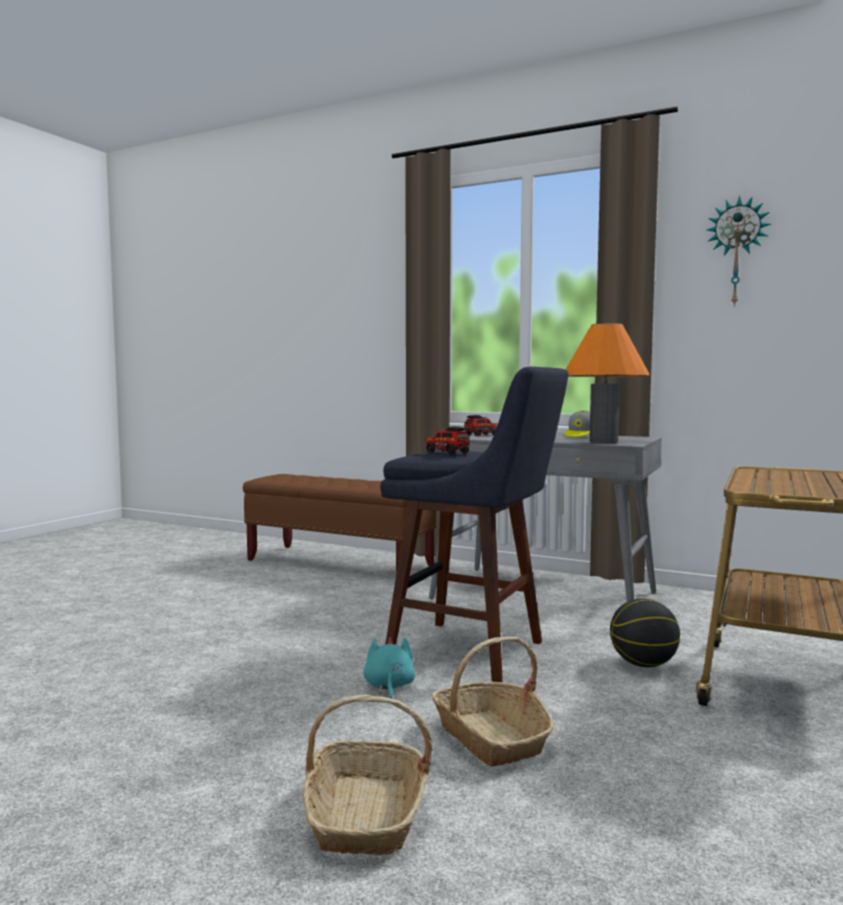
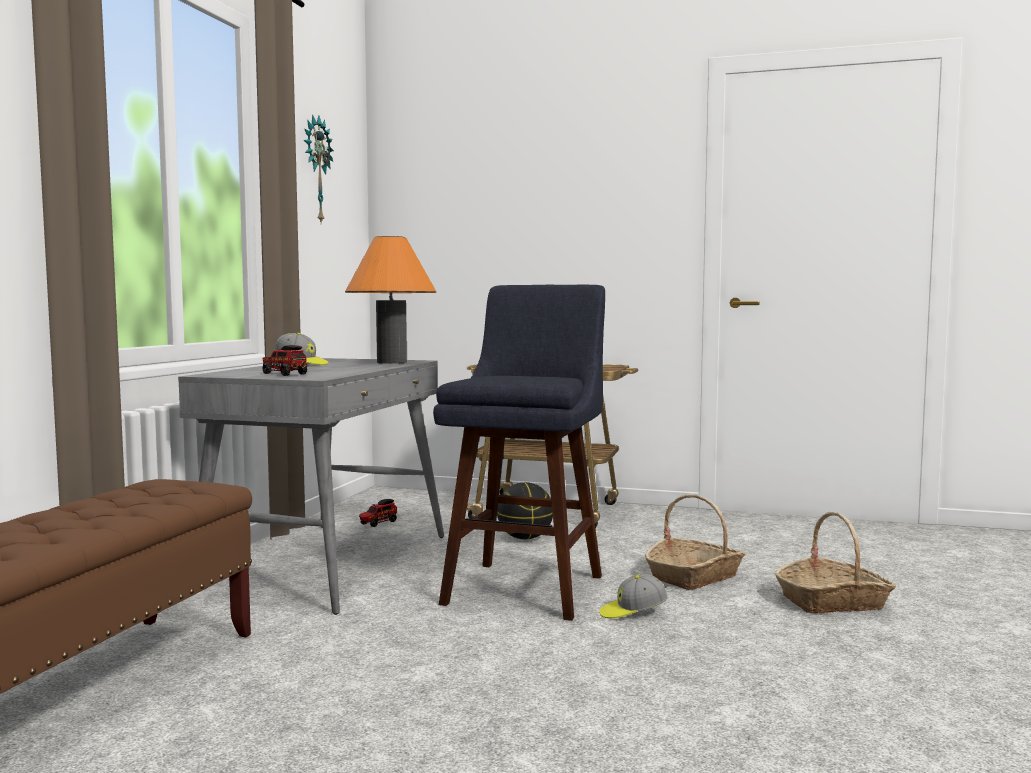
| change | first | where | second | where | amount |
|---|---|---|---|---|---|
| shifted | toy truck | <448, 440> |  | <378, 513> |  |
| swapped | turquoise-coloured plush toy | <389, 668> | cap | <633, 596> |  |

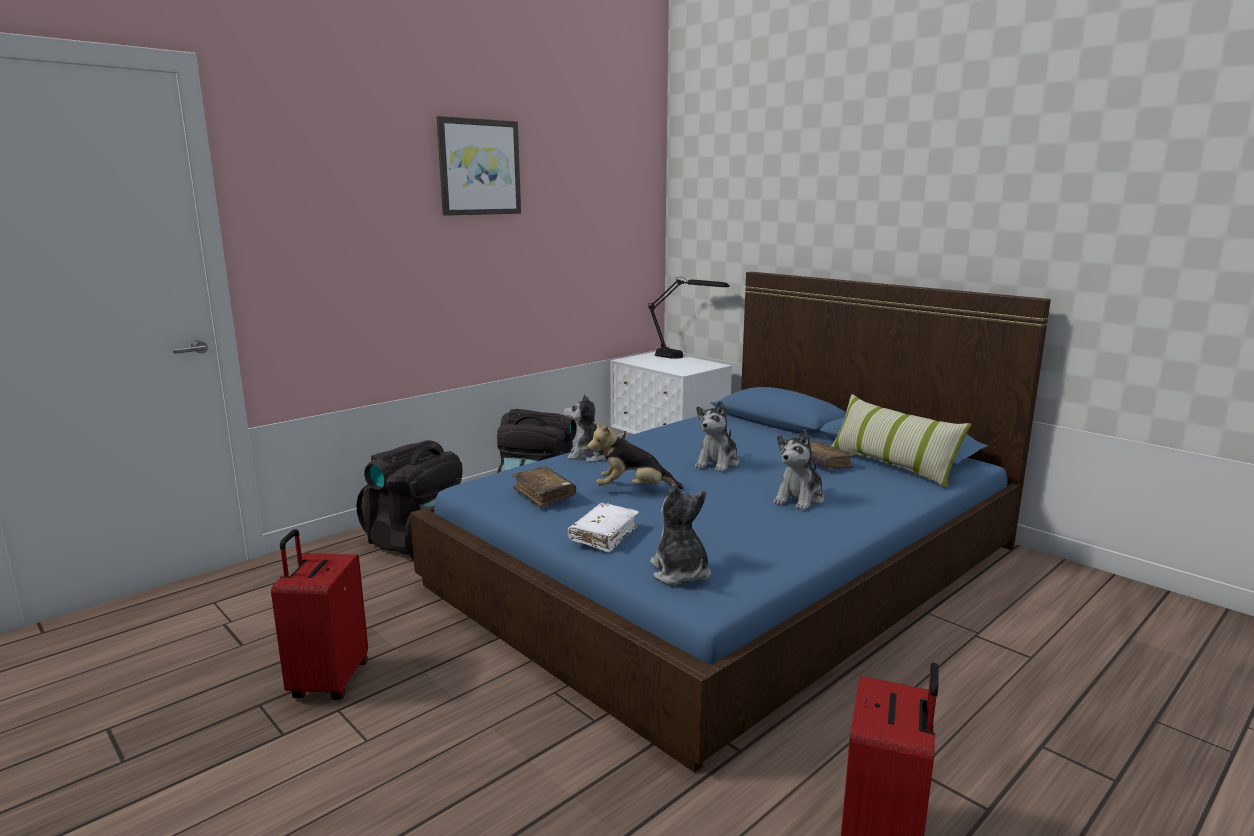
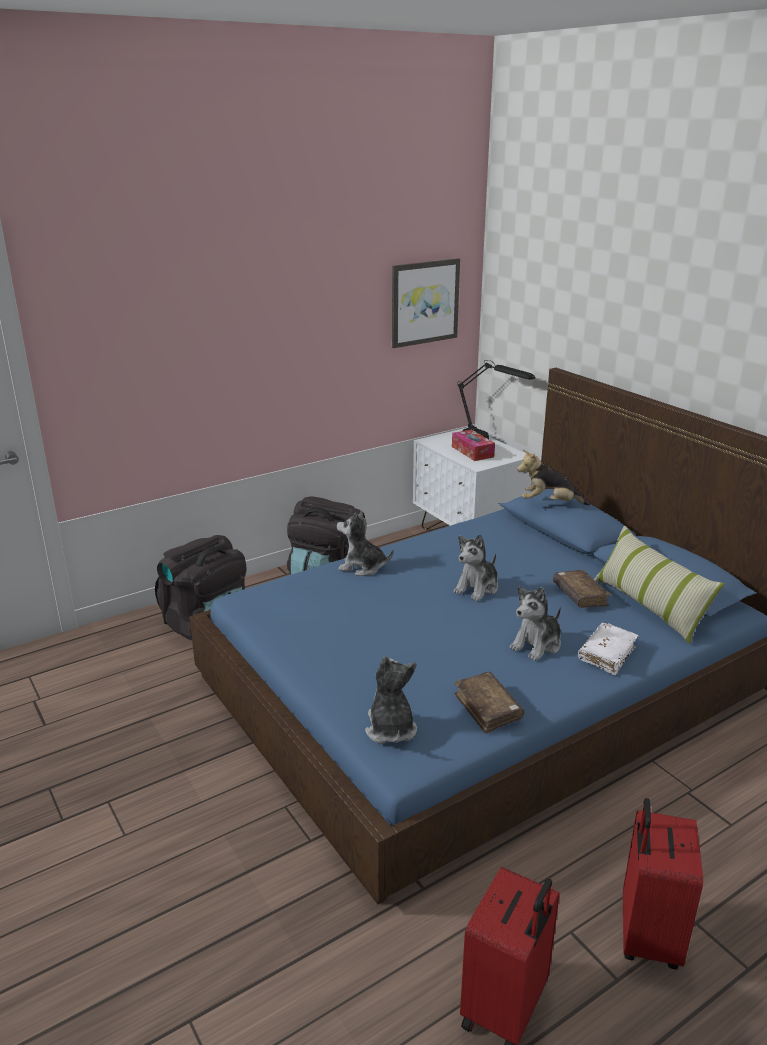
| change | first | where | second | where | amount |
|---|---|---|---|---|---|
| new |  |  | tissue box | <473, 445> |  |
| shifted | red-coloured travel case | <319, 614> |  | <663, 883> |  |
| shifted | wall picture | <479, 166> |  | <426, 303> |  |
| shifted | brown book | <544, 487> |  | <489, 703> |  |
| shifted | white-coloured book | <603, 528> |  | <608, 648> |  |
| shifted | plush toy | <635, 455> |  | <553, 477> |  |

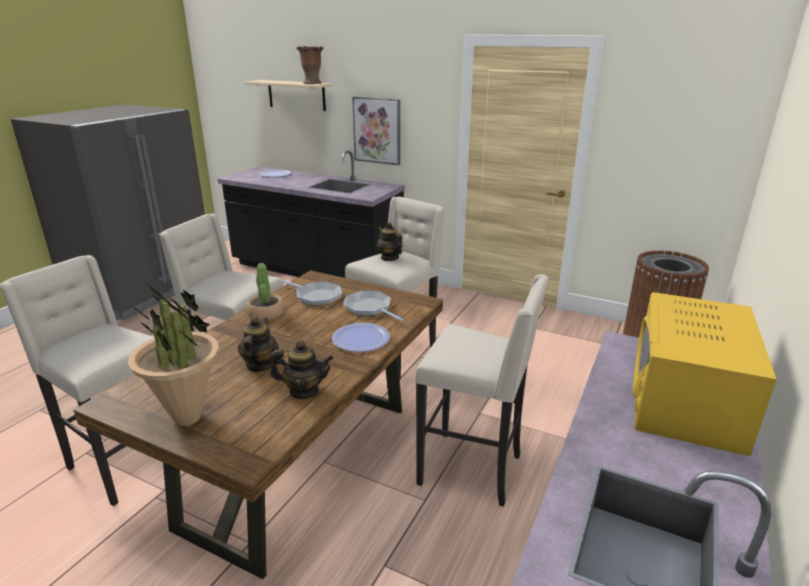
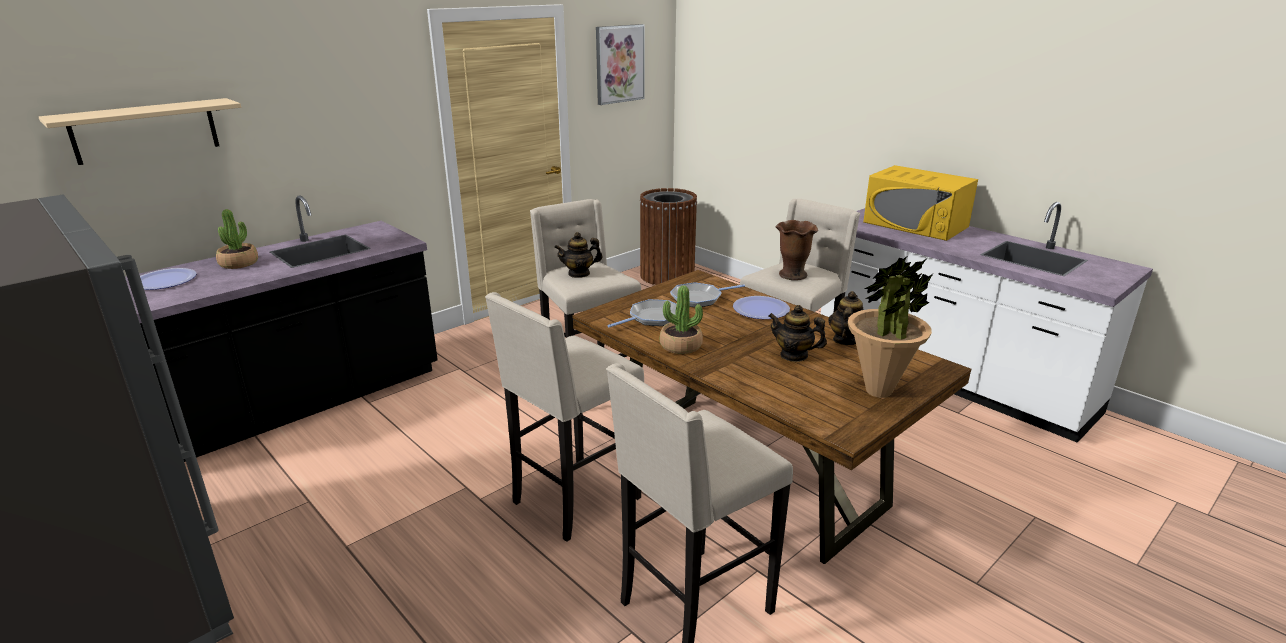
| change | first | where | second | where | amount |
|---|---|---|---|---|---|
| new |  |  | houseplant | <237, 239> |  |
| shifted | brown flower vase | <310, 65> |  | <796, 250> |  |
| shifted | wall picture | <376, 131> |  | <620, 64> |  |

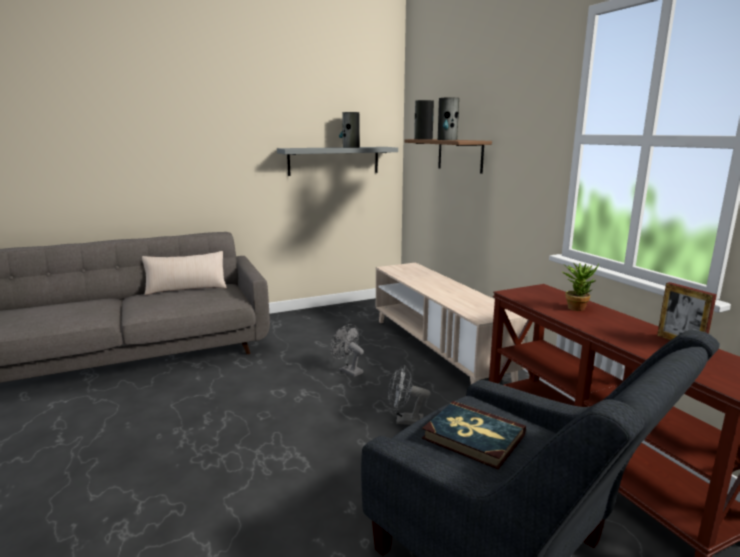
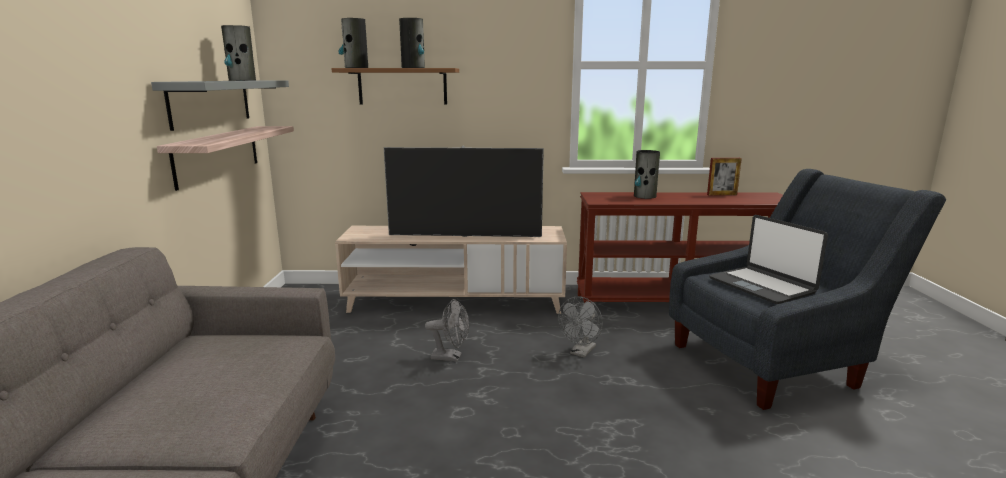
| change | first | where | second | where | amount |
|---|---|---|---|---|---|
| gone | beige cushion | <184, 273> |  |  |  |
| new |  |  | bracket shelf | <225, 158> |  |
| new |  |  | TV | <464, 191> |  |
| swapped | book | <474, 435> | notebook computer | <768, 259> |  |
| swapped | houseplant | <581, 287> | flower vase | <647, 174> |  |
| rotated | grey electric fan | <347, 350> |  | <447, 330> | 150 degrees counterclockwise |

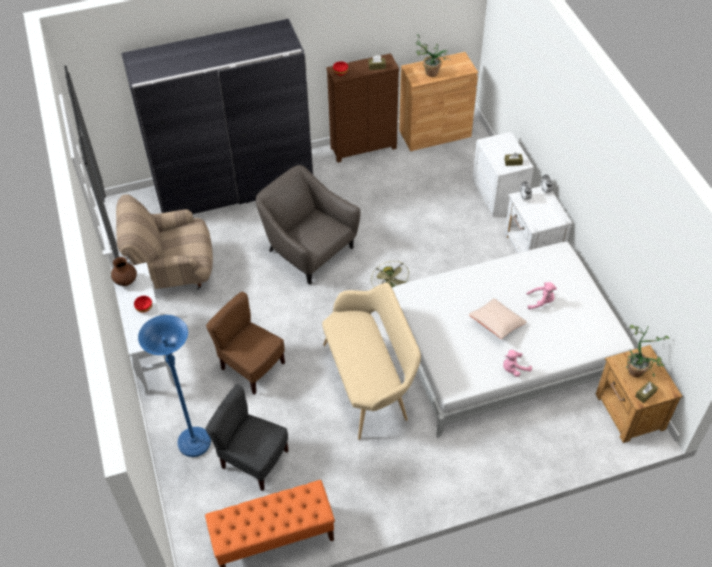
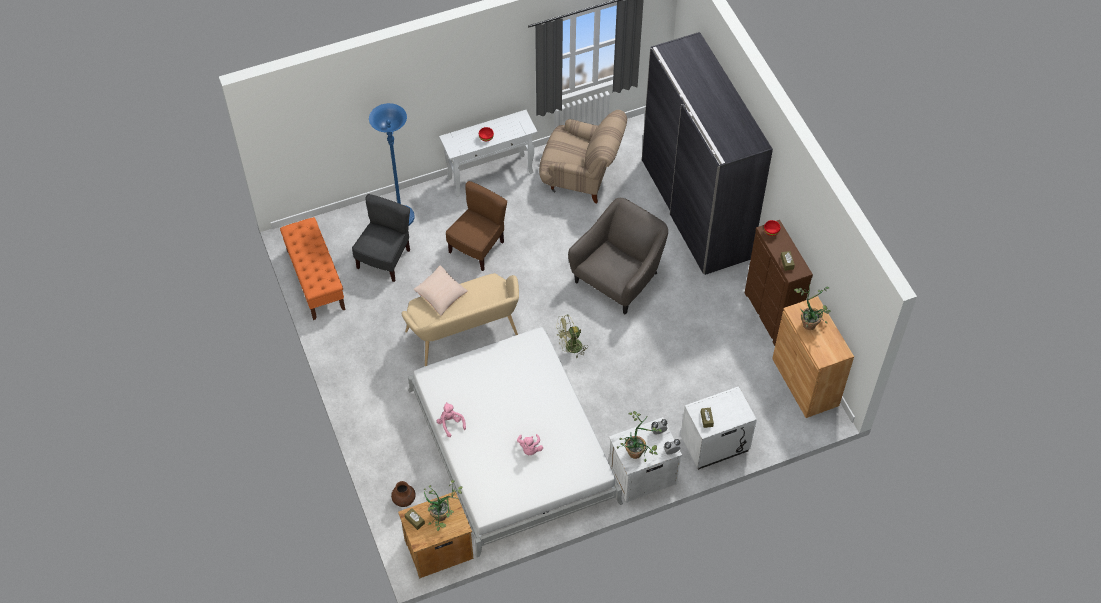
| change | first | where | second | where | amount |
|---|---|---|---|---|---|
| new |  |  | houseplant | <639, 436> |  |
| shifted | brown flower vase | <124, 271> |  | <403, 494> |  |
| shifted | beige cushion | <498, 318> |  | <440, 290> |  |
| rotated | beige armchair | <164, 242> |  | <583, 156> | 120 degrees clockwise |

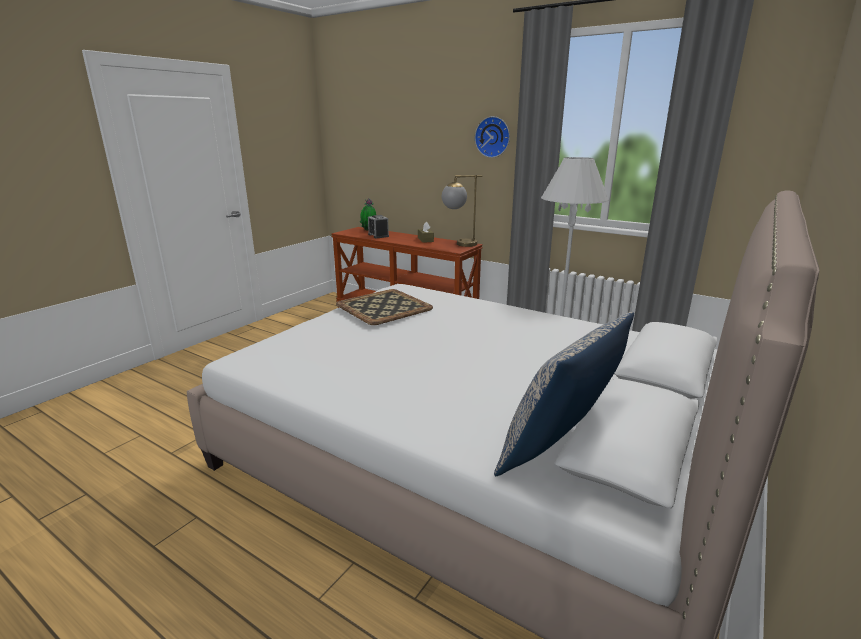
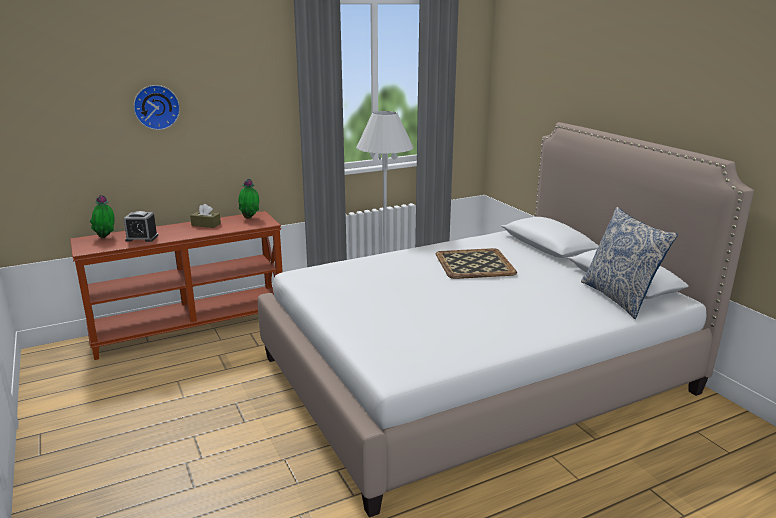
| change | first | where | second | where | amount |
|---|---|---|---|---|---|
| shifted | tray | <384, 307> |  | <476, 263> |  |
| shifted | hanging clock | <492, 137> |  | <156, 107> |  |
| swapped | tabletop lamp | <462, 211> | houseplant | <249, 198> |  |

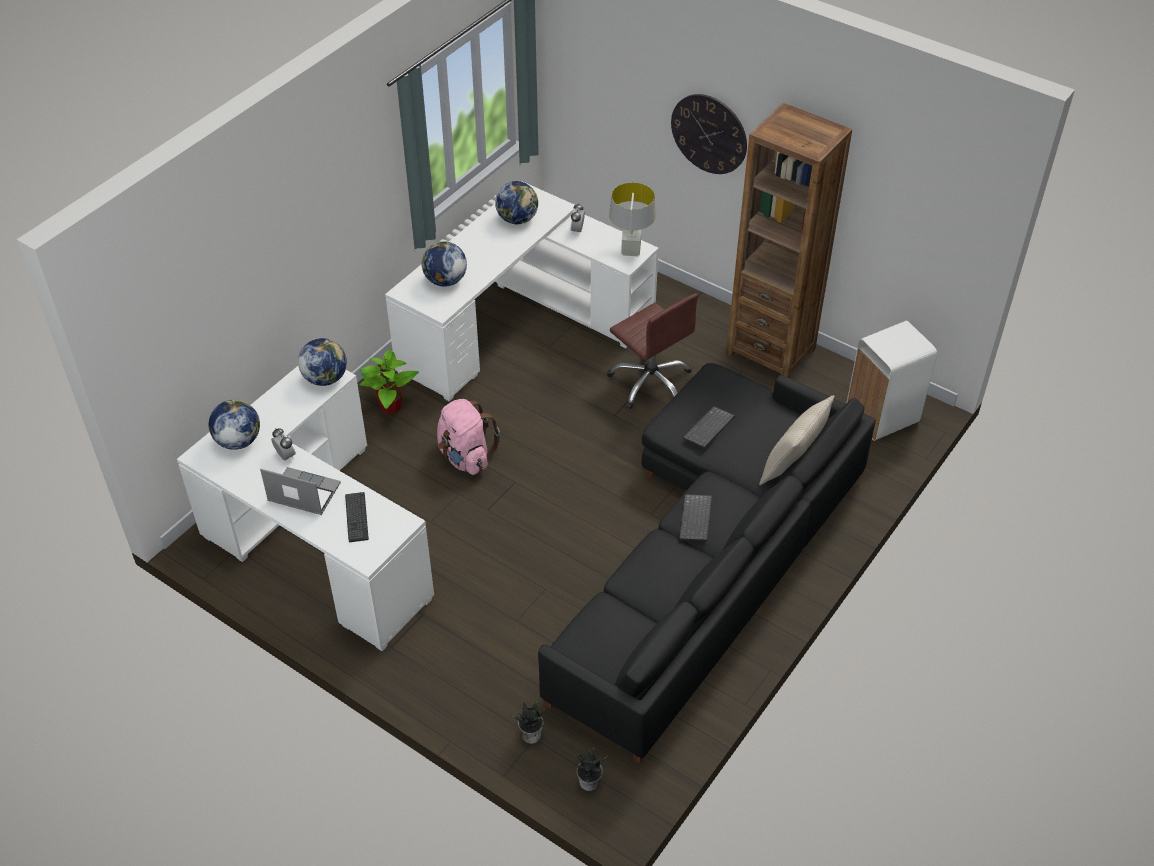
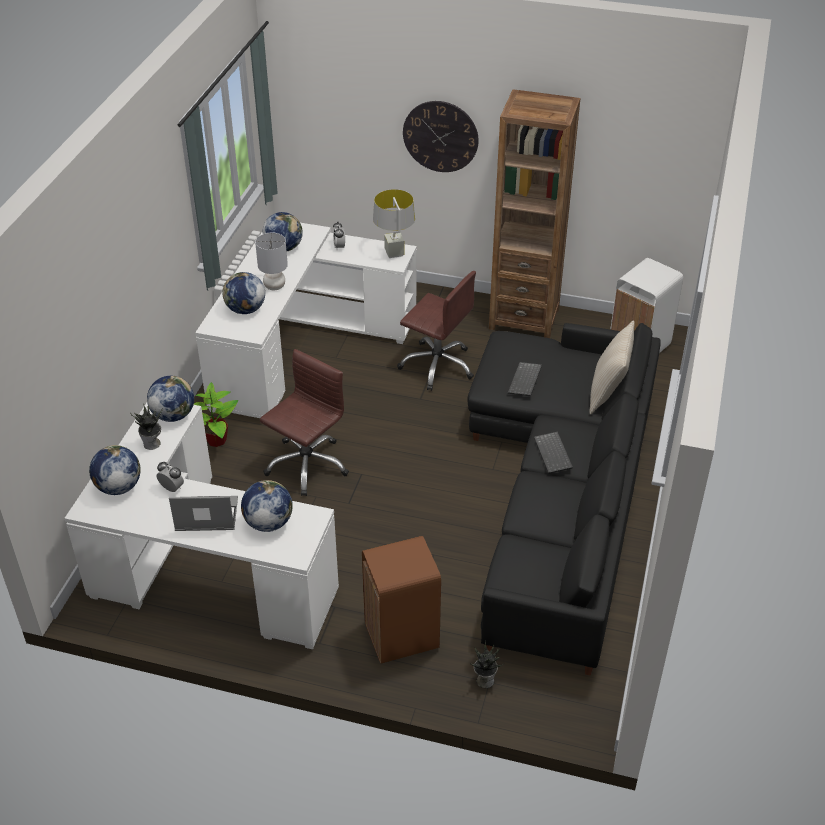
| change | first | where | second | where | amount |
|---|---|---|---|---|---|
| new |  |  | grey tabletop lamp | <271, 261> |  |
| new |  |  | brown trash can | <401, 599> |  |
| shifted | houseplant | <591, 768> |  | <146, 426> |  |
| swapped | PC keyboard | <357, 517> | world globe | <267, 506> |  |
| swapped | pink-coloured knapsack | <468, 437> | brown computer chair | <304, 422> |  |

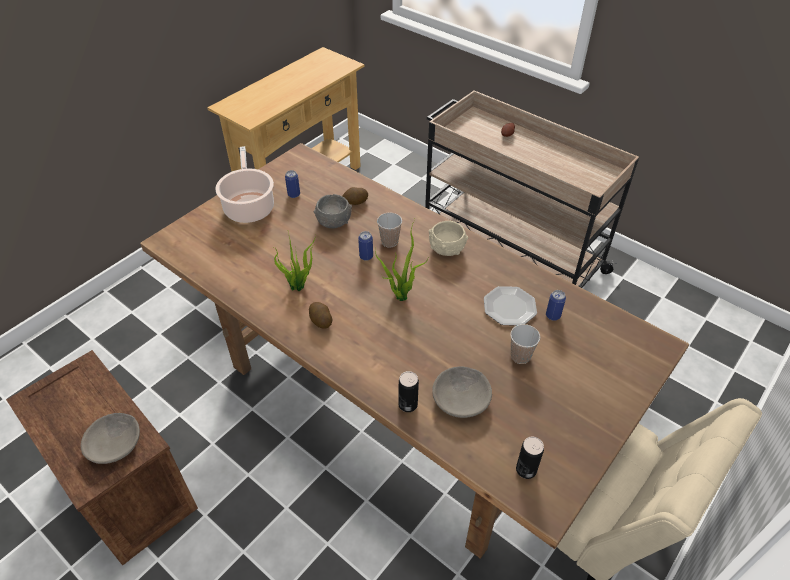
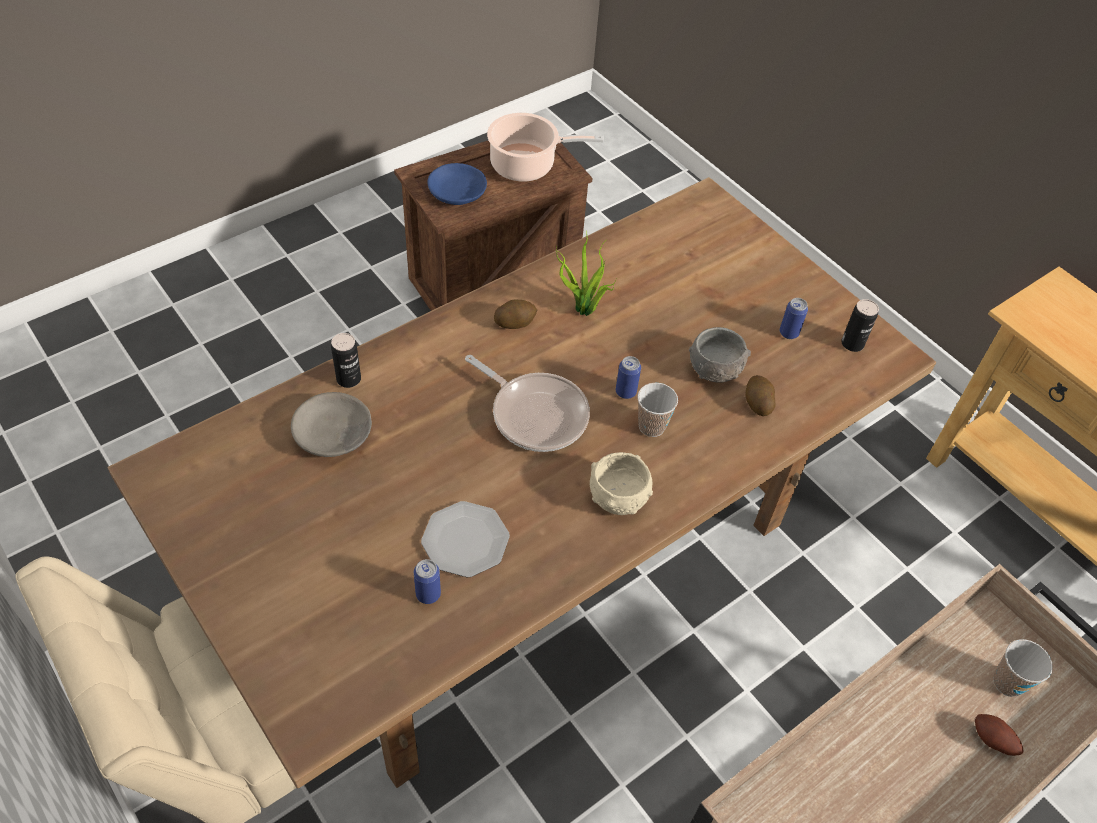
| change | first | where | second | where | amount |
|---|---|---|---|---|---|
| shifted | saucepot | <244, 184> |  | <545, 147> |  |
| shifted | cup | <525, 344> |  | <1023, 668> |  |
| shifted | sealed can | <530, 458> |  | <860, 325> |  |
| swapped | houseplant | <401, 260> | frying pan | <527, 403> |  |
| repainted | grey deep dish | <110, 438> | bluish deep dish | <457, 184> |  |

